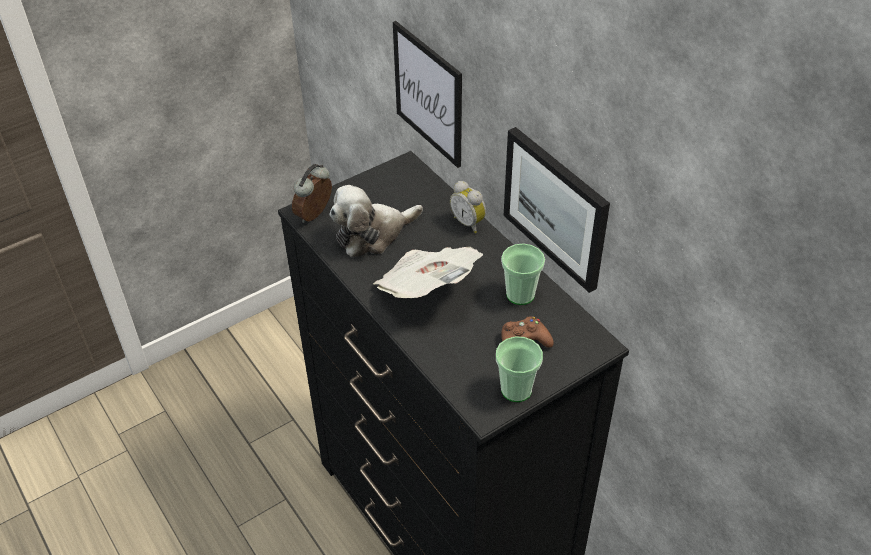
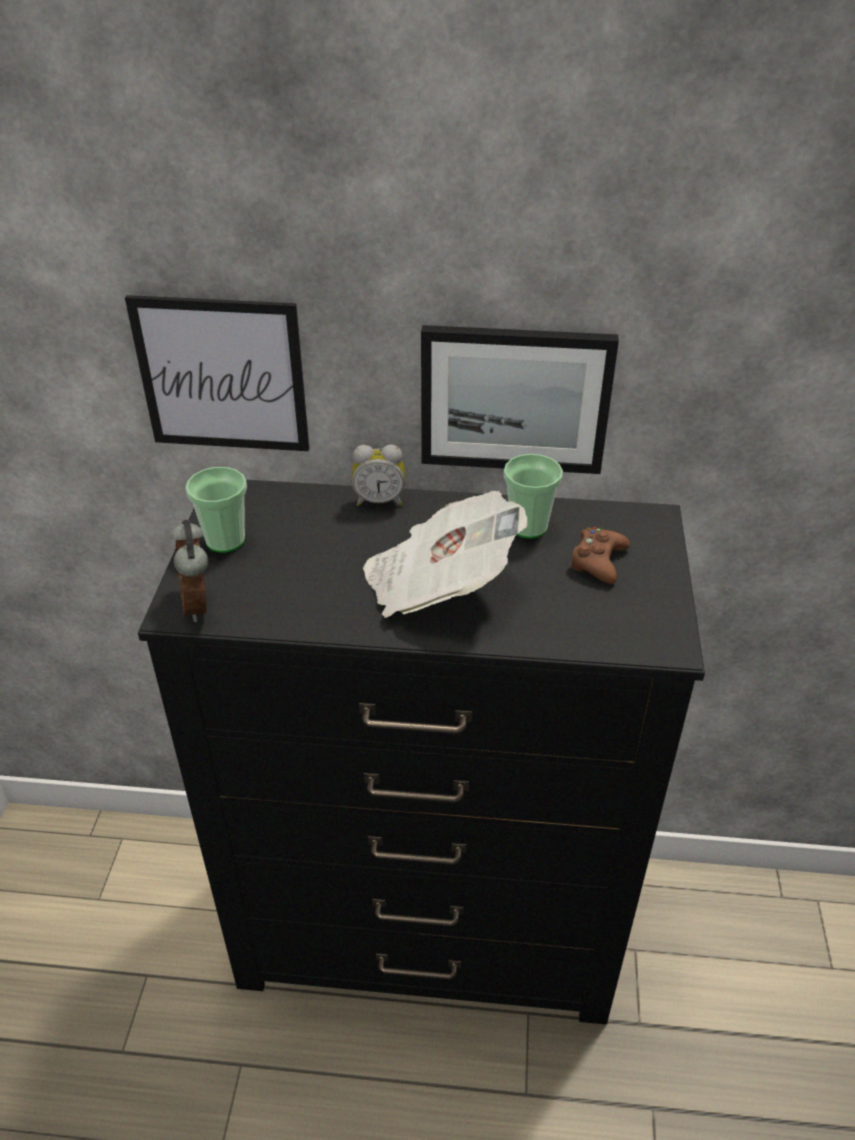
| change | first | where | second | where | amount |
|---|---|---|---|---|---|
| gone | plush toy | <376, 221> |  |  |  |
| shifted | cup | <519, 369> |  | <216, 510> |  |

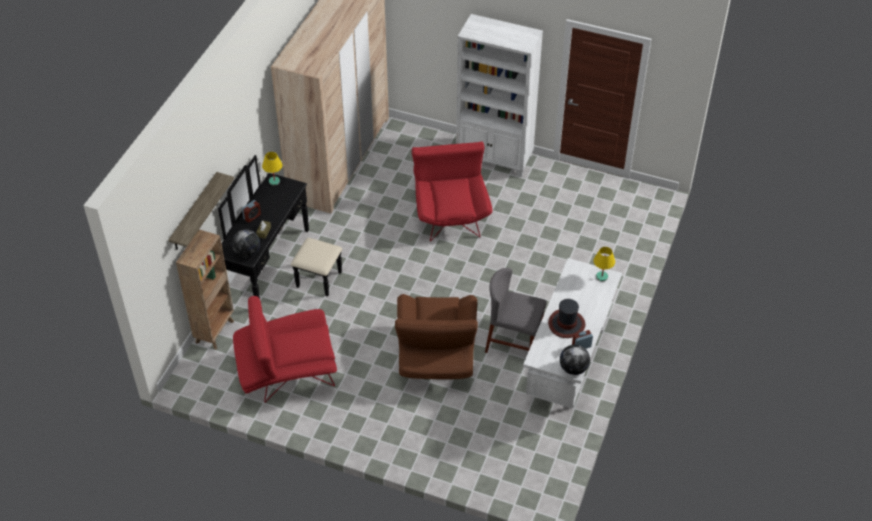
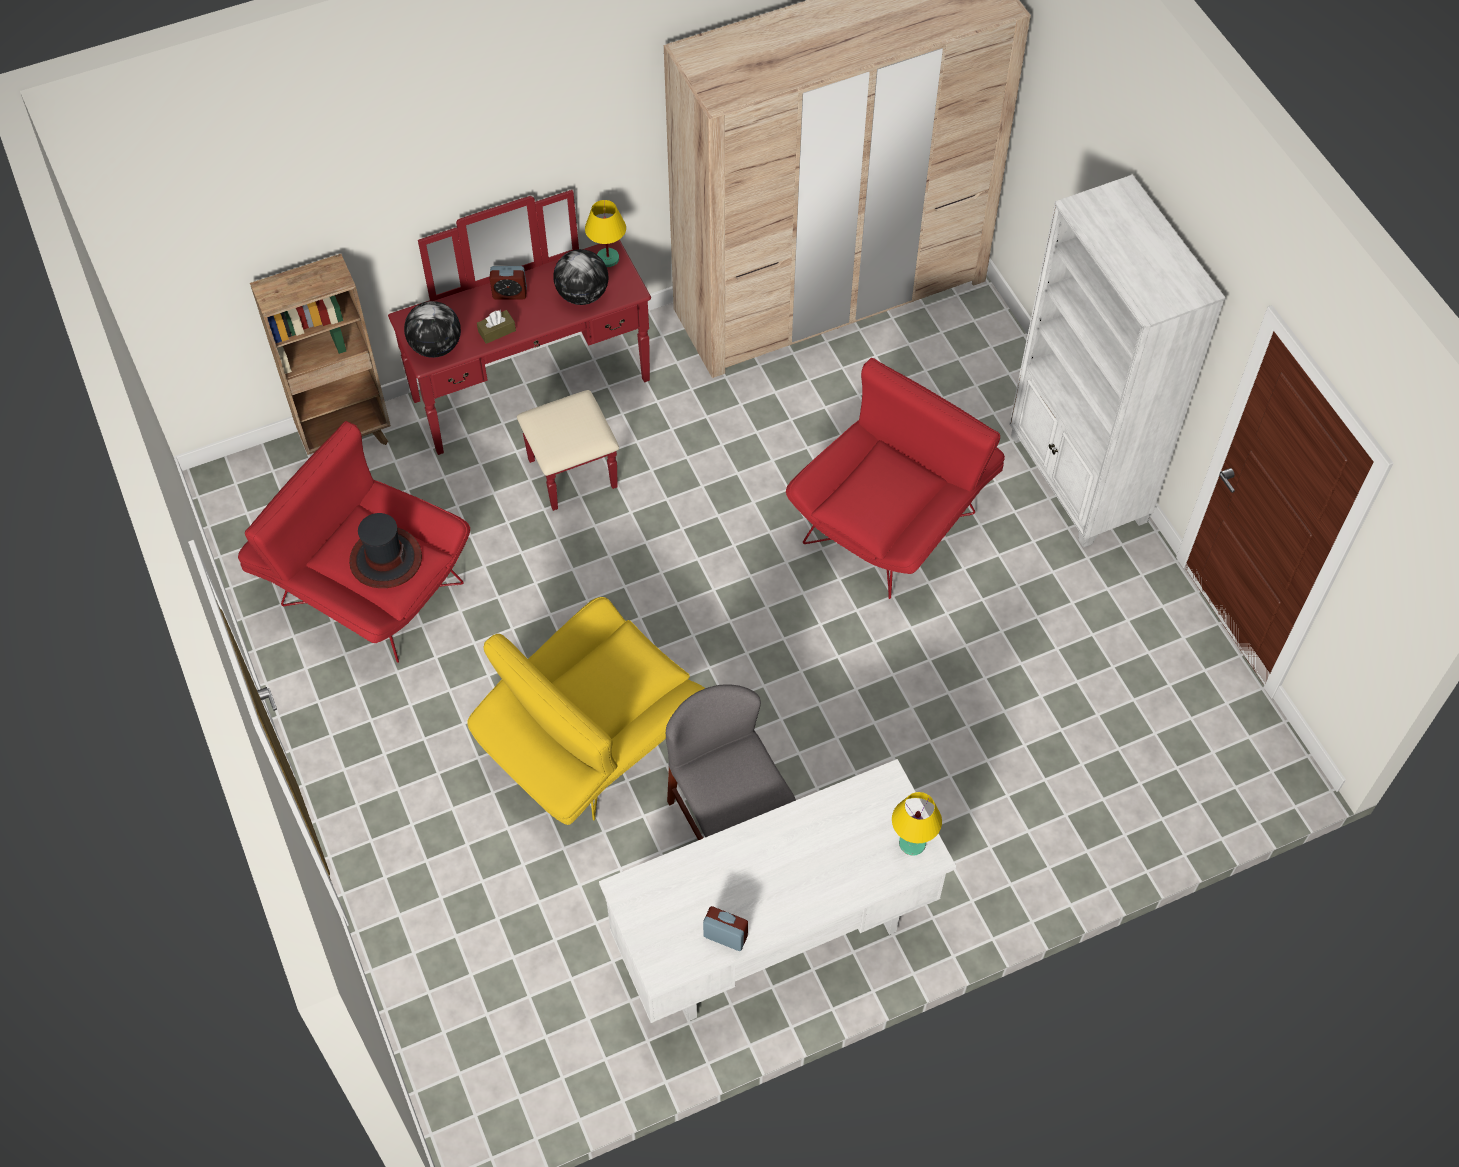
| change | first | where | second | where | amount |
|---|---|---|---|---|---|
| gone | bracket shelf | <201, 211> |  |  |  |
| shifted | hat | <566, 318> |  | <385, 550> |  |
| shifted | world globe | <575, 360> |  | <581, 277> |  |
| repainted | black-coloured chest of drawers | <280, 227> | red-coloured chest of drawers | <519, 350> |  |
| repainted | brown armchair | <436, 336> | yellow armchair | <586, 711> |  |

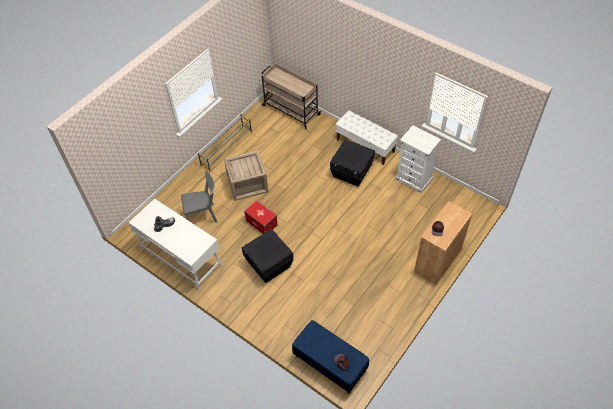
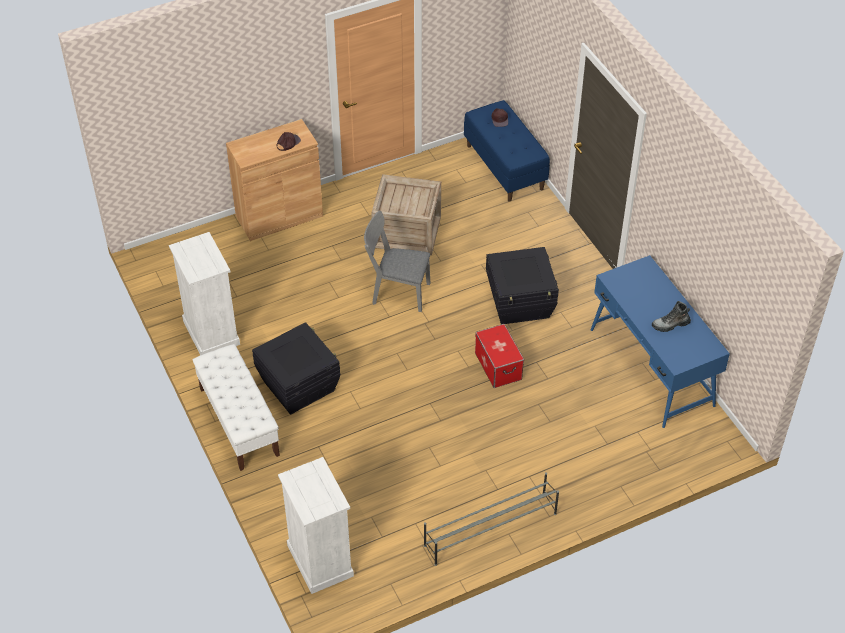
| change | first | where | second | where | amount |
|---|---|---|---|---|---|
| shifted | grey upright chair | <199, 197> |  | <397, 261> |  |
| shifted | shipping crate | <246, 175> |  | <406, 214> |  |
| swapped | beige wheeled cart | <291, 96> | white-coloured chest of drawers | <316, 525> |  |
| repainted | white-coloured desk table | <175, 244> | bluish desk table | <660, 341> |  |

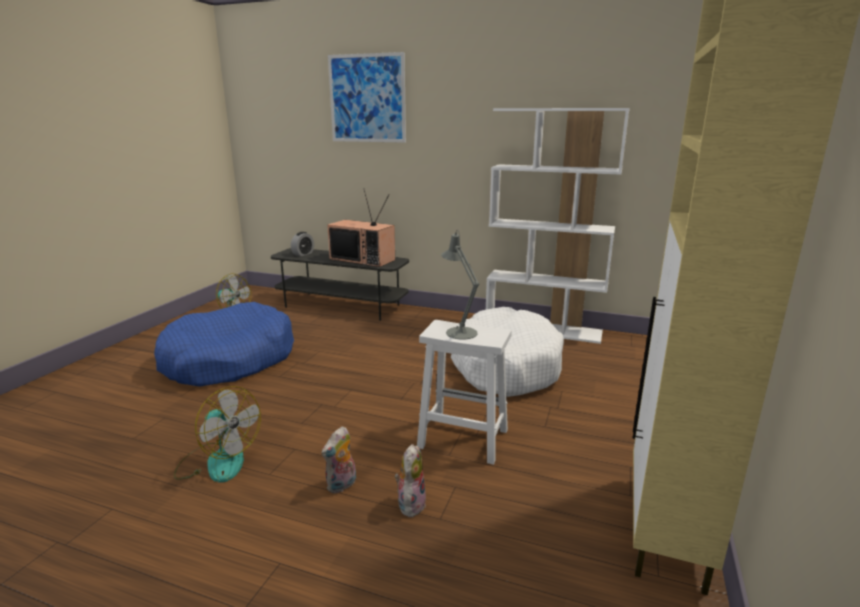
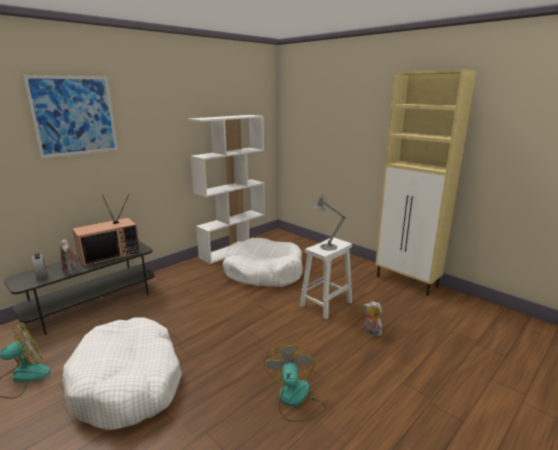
| change | first | where | second | where | amount |
|---|---|---|---|---|---|
| shifted | plush toy | <338, 460> |  | <68, 257> |  |
| repainted | bluish pet bed | <224, 344> | white-coloured pet bed | <122, 374> |  |
| rotated | electric fan | <217, 434> |  | <295, 382> | 60 degrees counterclockwise |

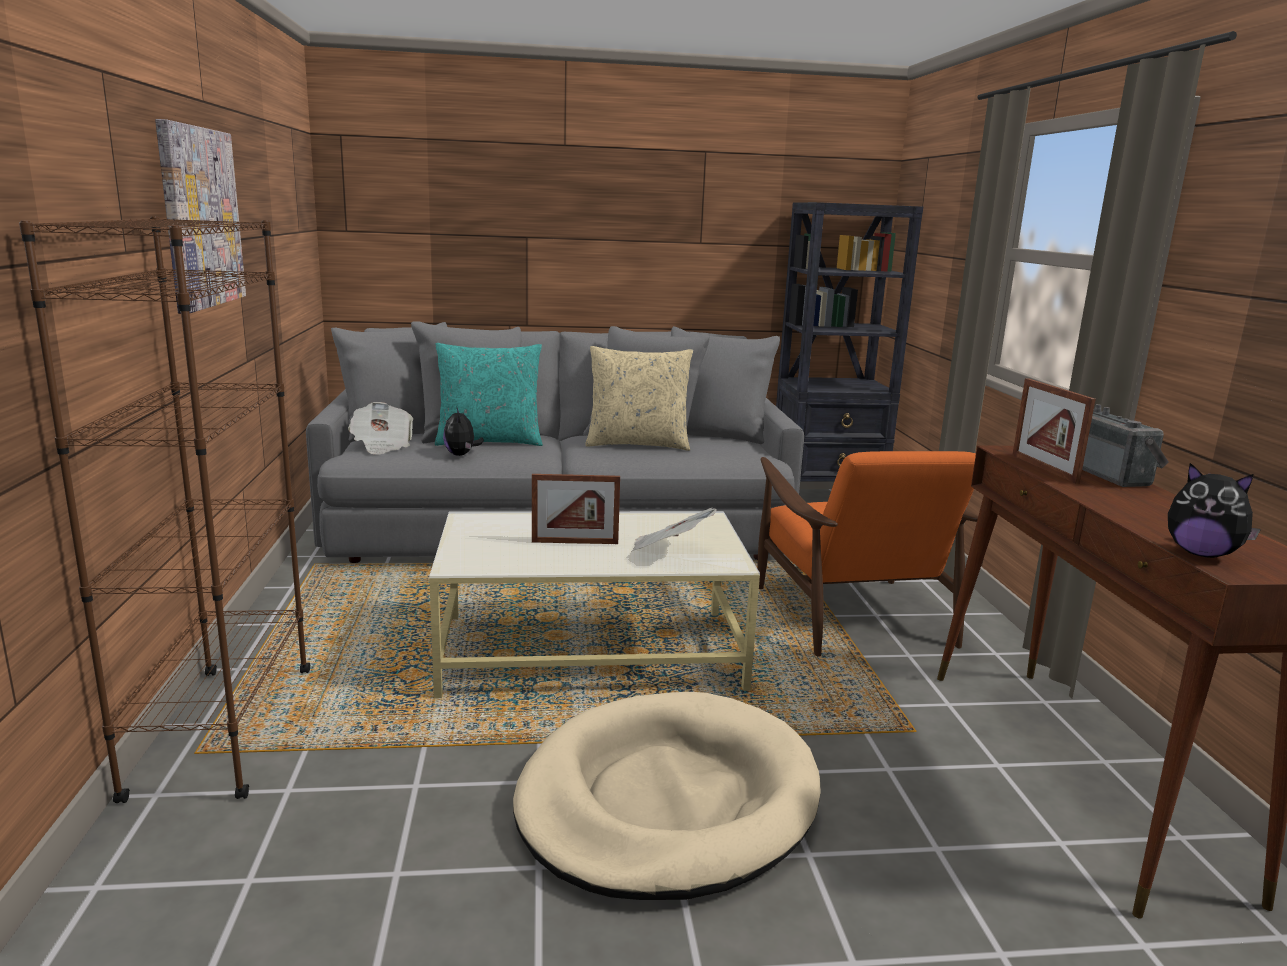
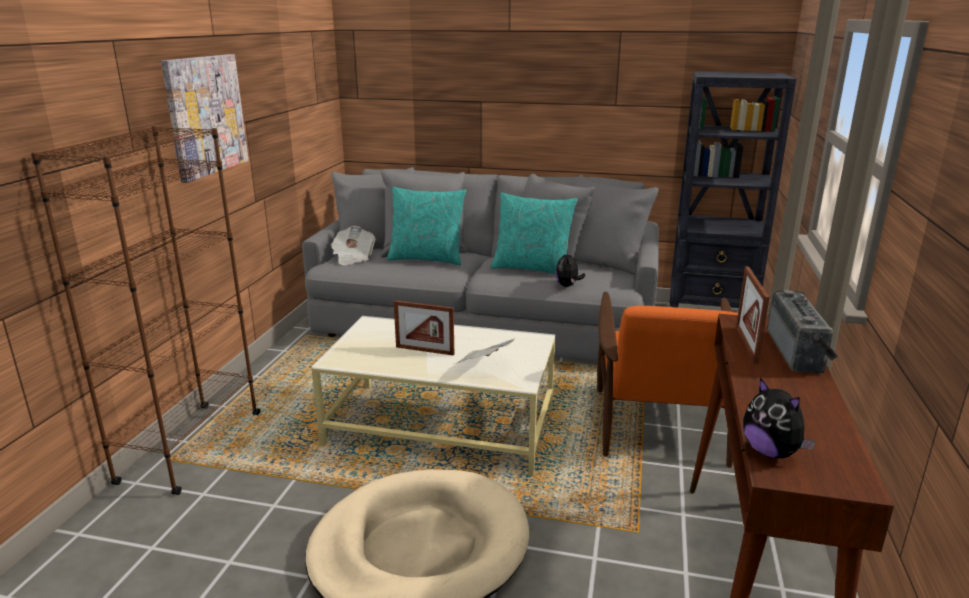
| change | first | where | second | where | amount |
|---|---|---|---|---|---|
| shifted | plush toy | <463, 432> |  | <570, 268> |  |
| repainted | beige cushion | <639, 398> | turquoise-coloured cushion | <534, 233> |  |

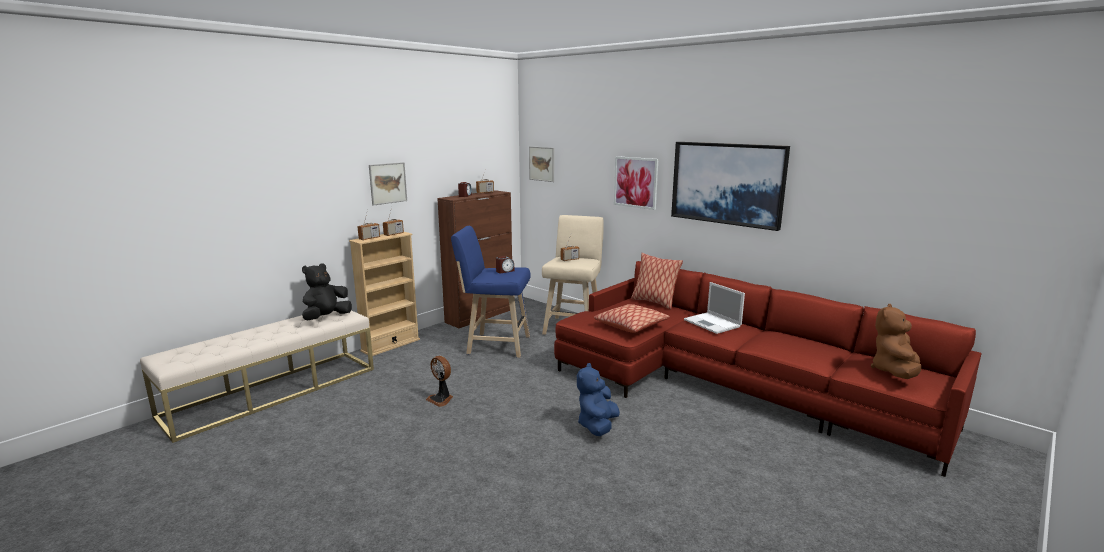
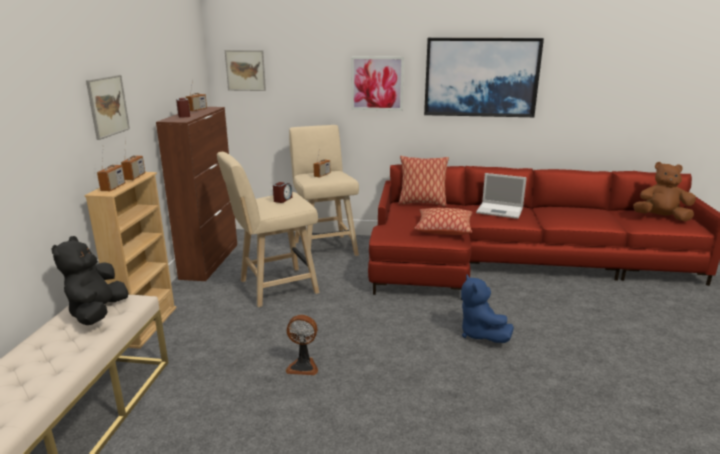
| change | first | where | second | where | amount |
|---|---|---|---|---|---|
| repainted | bluish stool | <491, 292> | beige stool | <268, 229> |  |
| rotated | brown plush toy | <896, 341> |  | <664, 191> | 105 degrees clockwise |

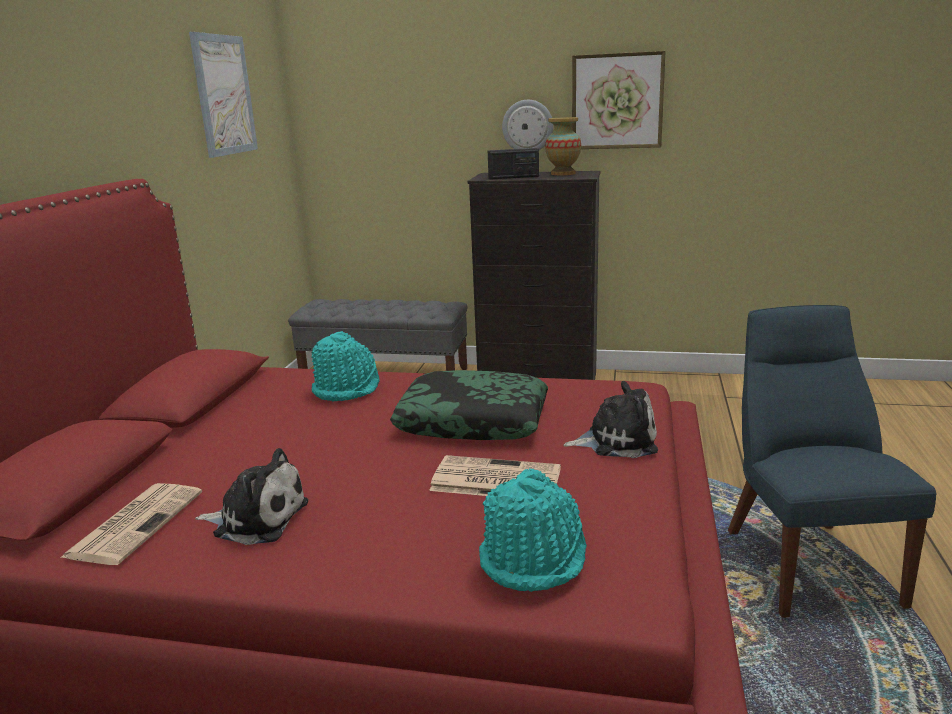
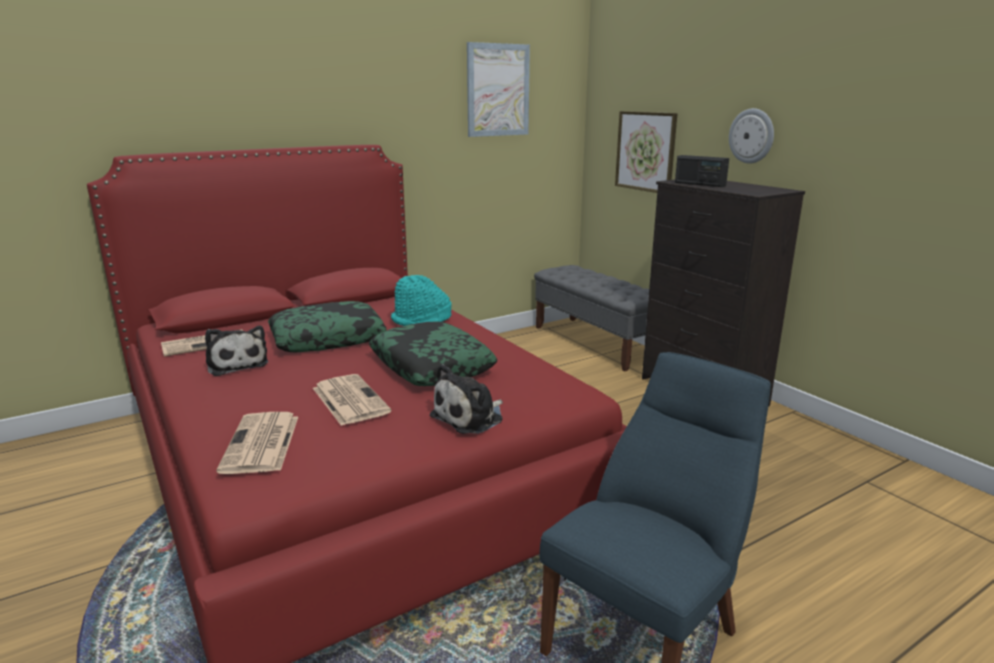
| change | first | where | second | where | amount |
|---|---|---|---|---|---|
| gone | flower vase | <563, 146> |  |  |  |
| new |  |  | cushion | <327, 327> |  |
| shifted | wall picture | <619, 100> |  | <646, 152> |  |
| swapped | turquoise-coloured hat | <533, 530> | printed paper | <257, 443> |  |
| rotated | plush toy | <611, 419> |  | <466, 399> | 90 degrees clockwise |

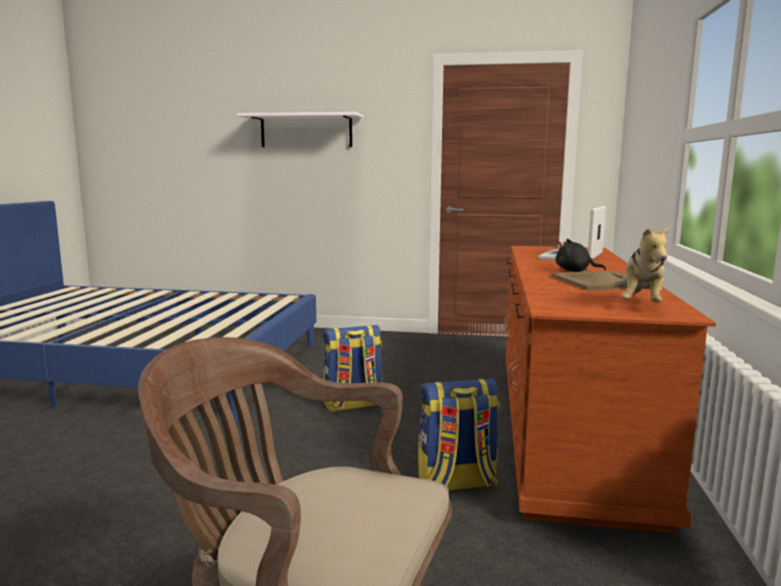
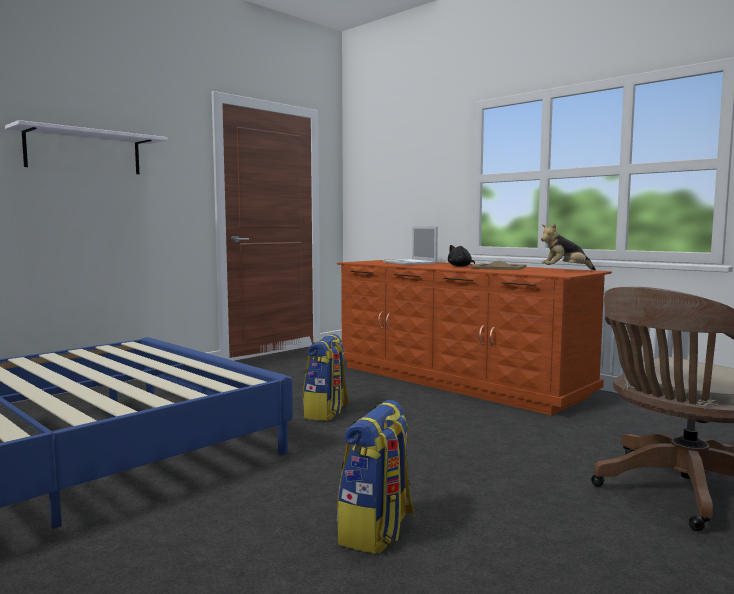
| change | first | where | second | where | amount |
|---|---|---|---|---|---|
| shifted | knapsack | <458, 435> |  | <376, 477> |  |
| rotated | plush toy | <641, 264> |  | <568, 246> | 120 degrees clockwise |

